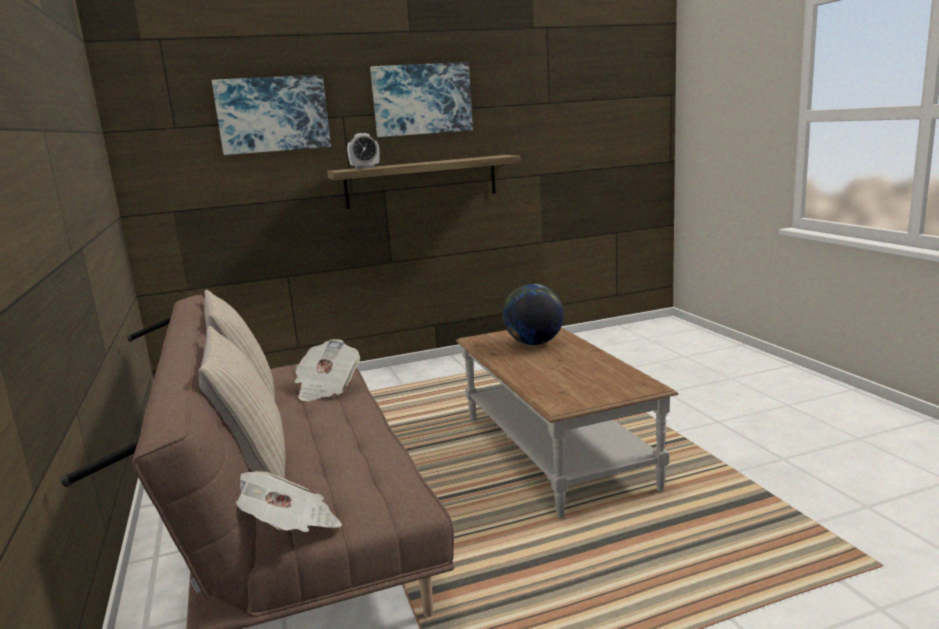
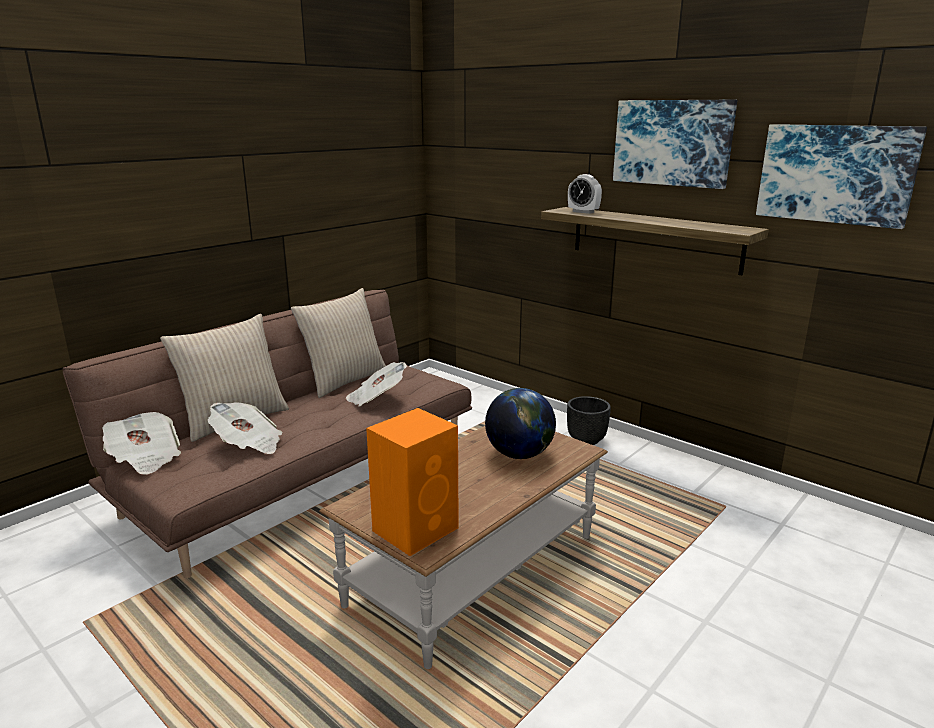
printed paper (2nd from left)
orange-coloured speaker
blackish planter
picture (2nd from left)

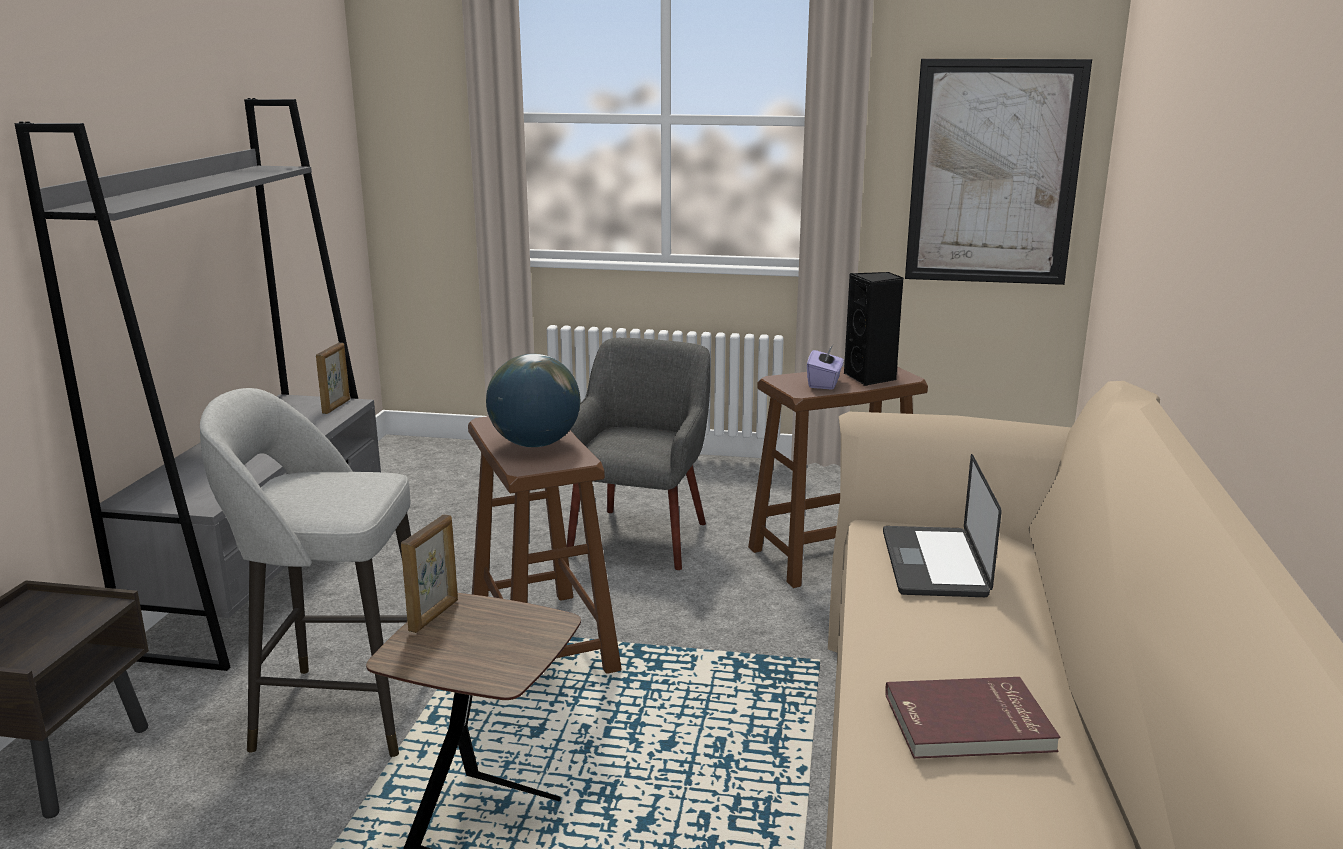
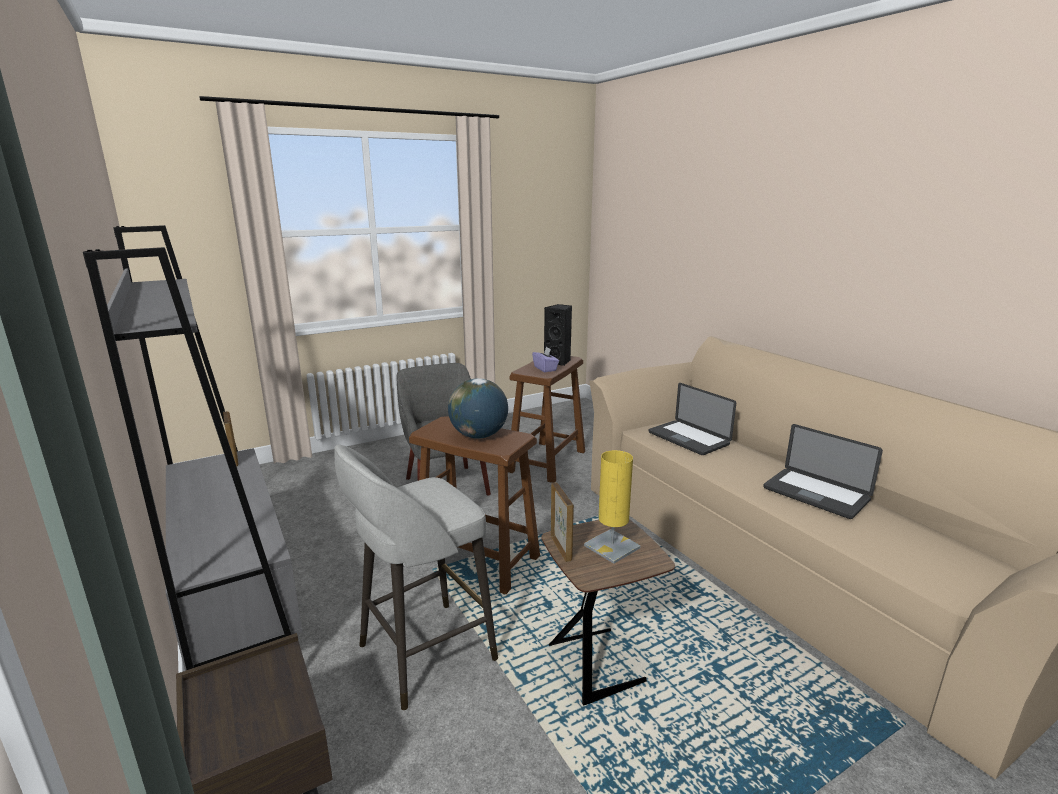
yellow-coloured lamp for a table
laptop (2nd from left)
picture

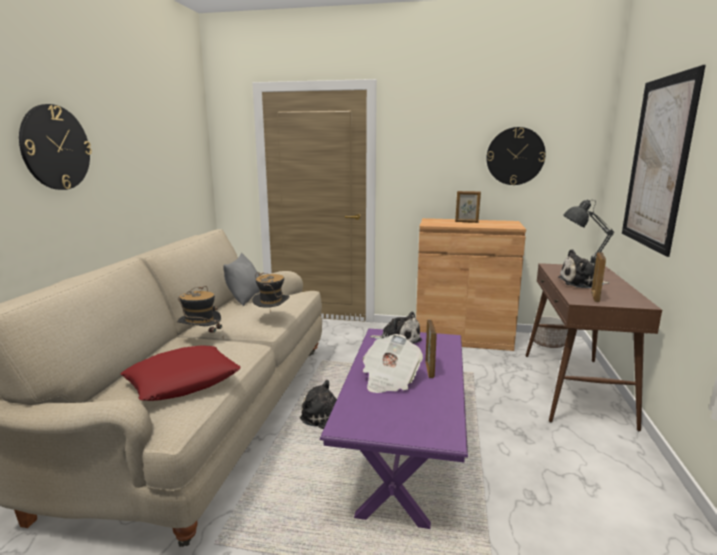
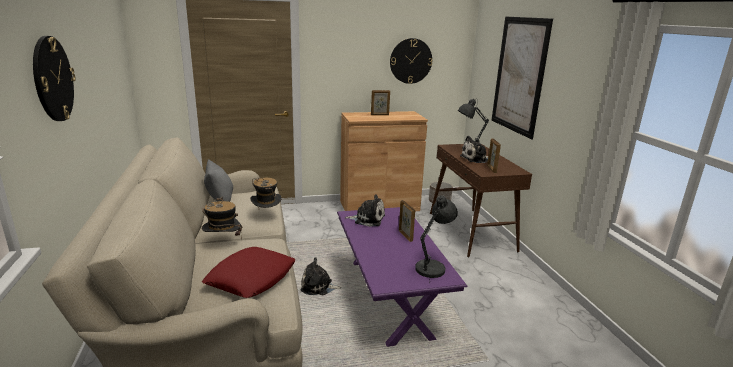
grey lamp for a table (1st from left)
printed paper

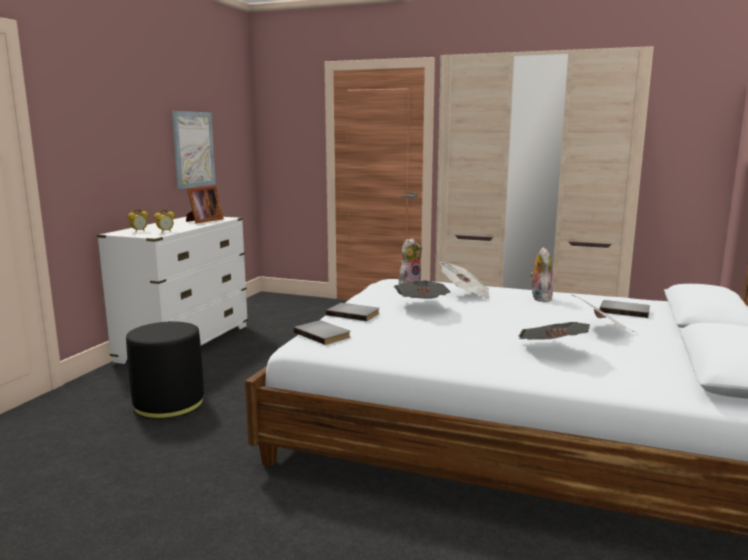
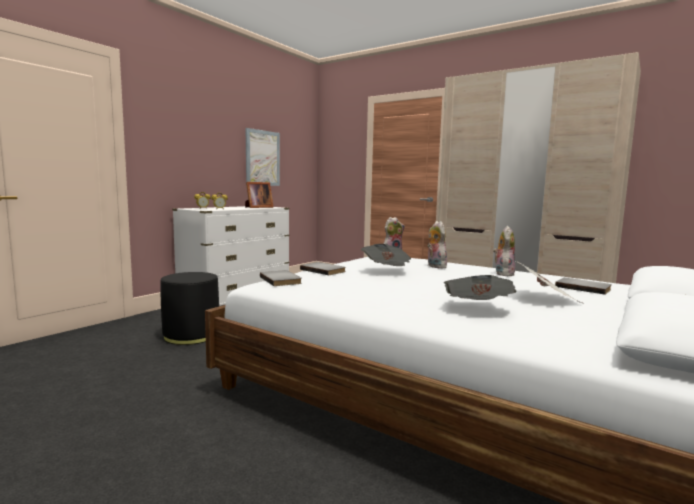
cuddly toy (2nd from left)

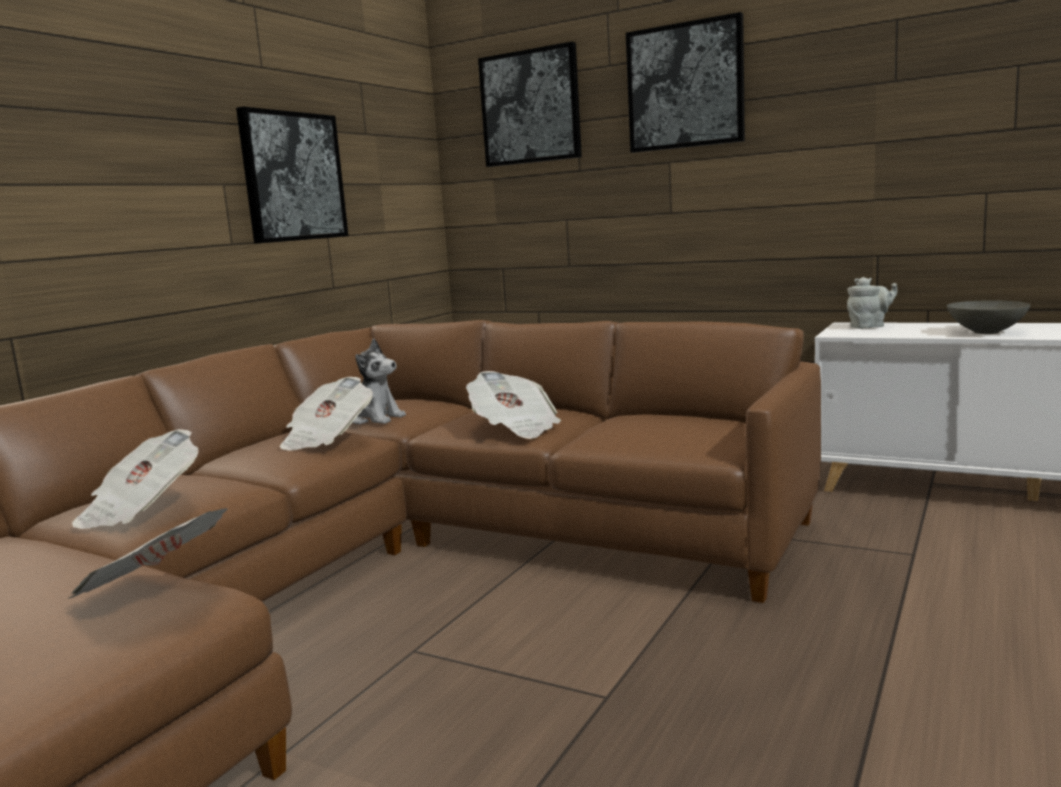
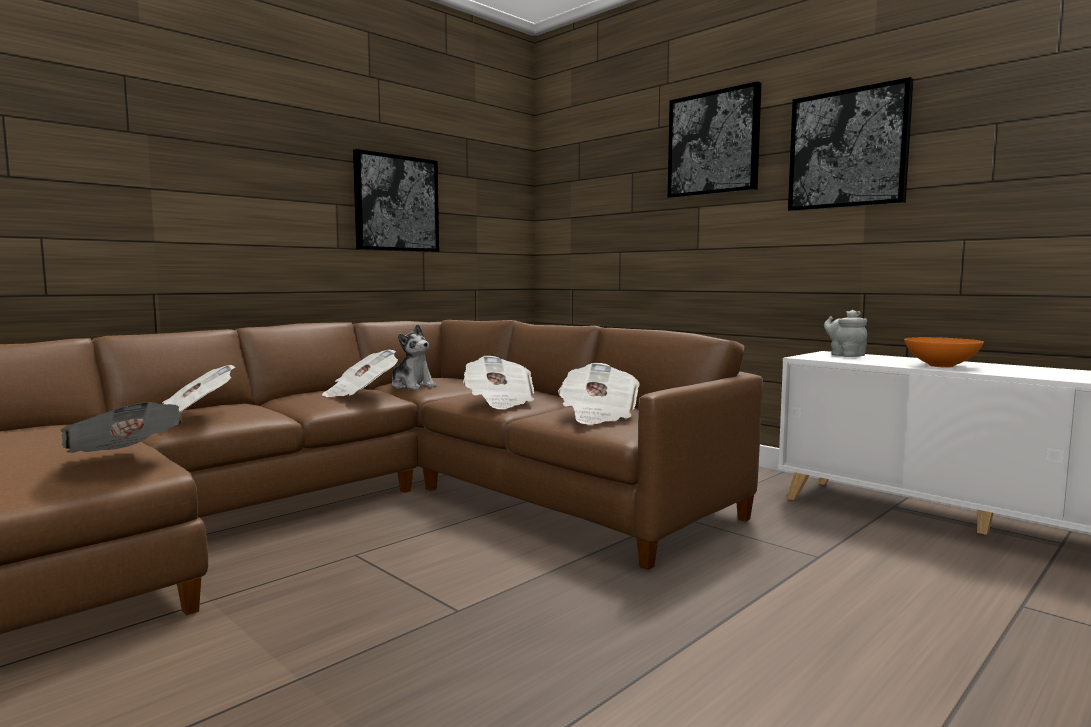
printed paper (5th from left)
picture (3rd from left)
grey teapot
orange-coloured bowl

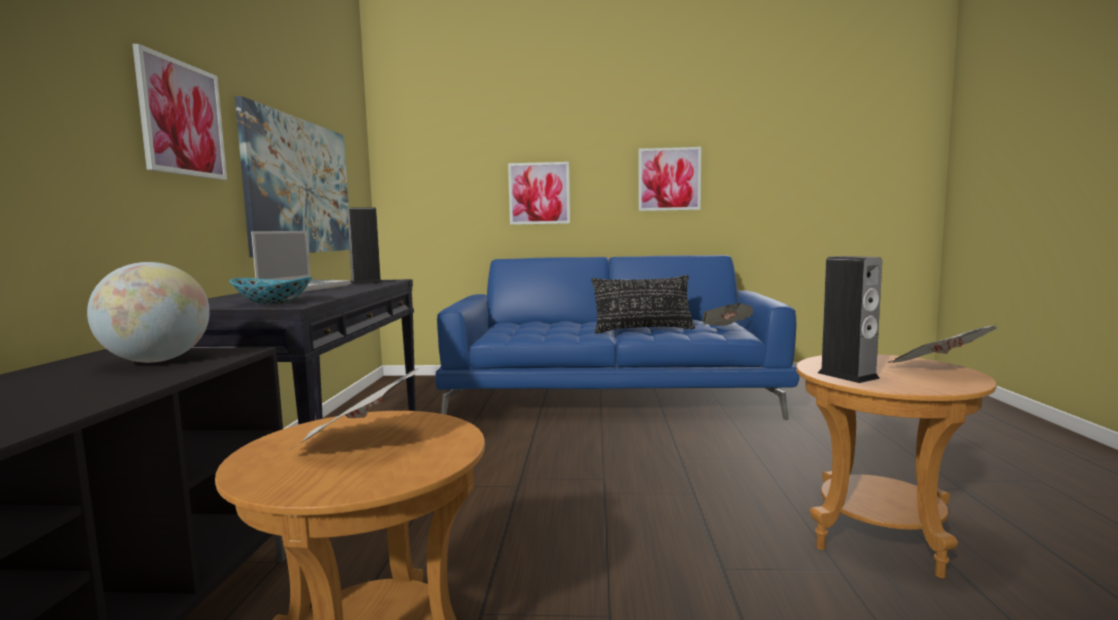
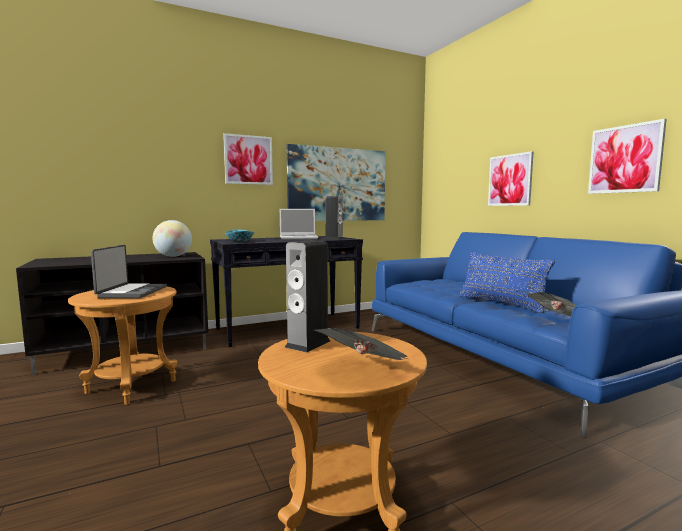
laptop (1st from left)
bluish pillow

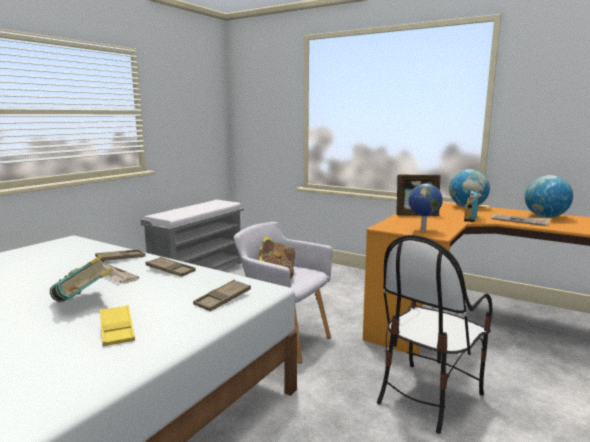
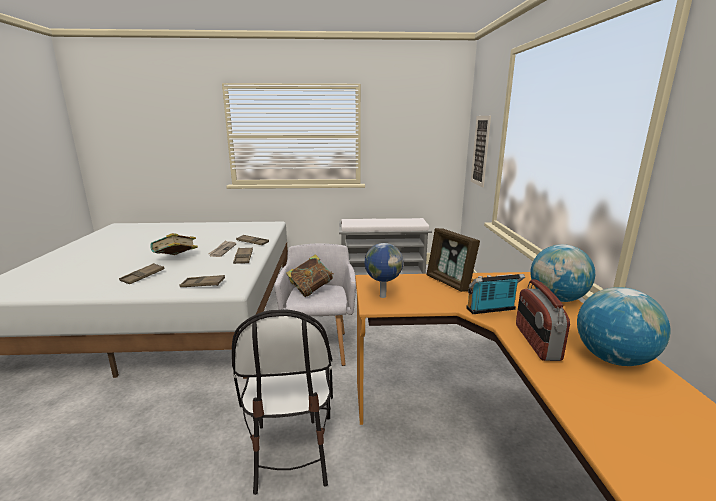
brown-coloured serving tray (1st from left)
plain chair
picture
radio (2nd from left)

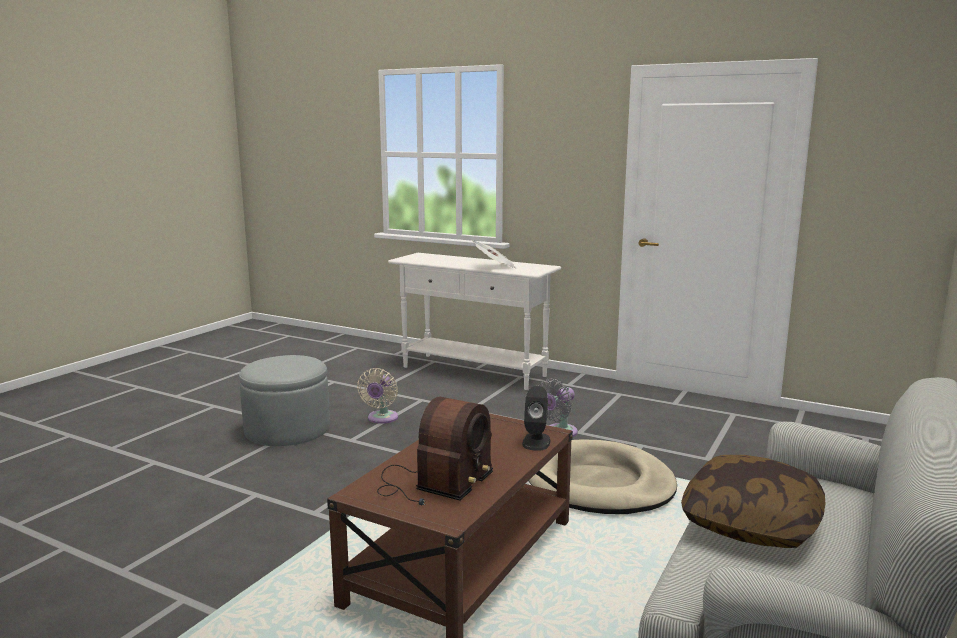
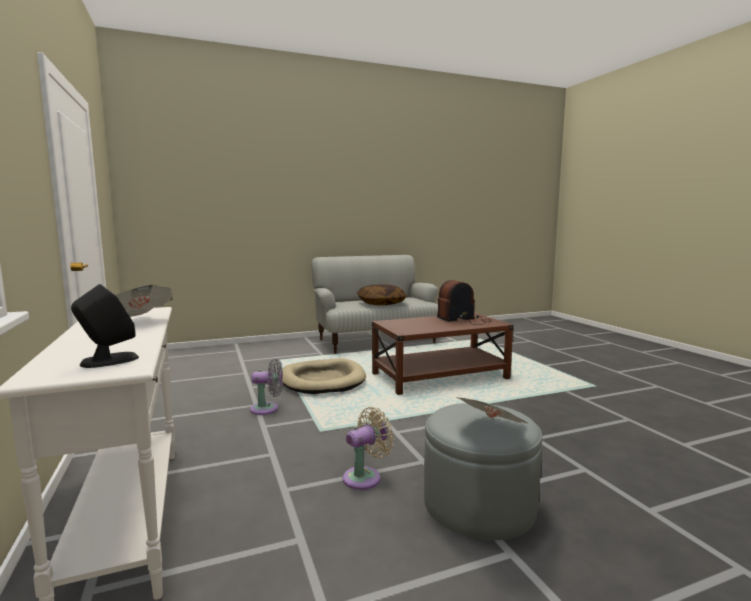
blackish speaker
printed paper (2nd from left)

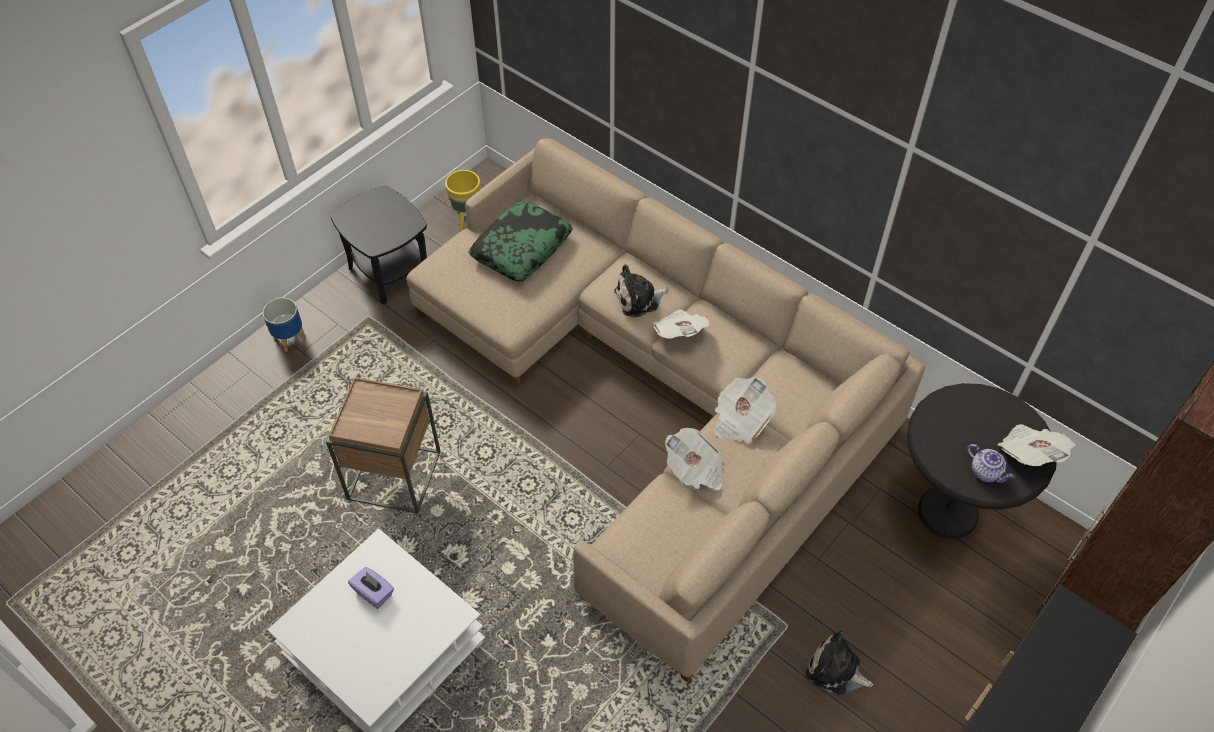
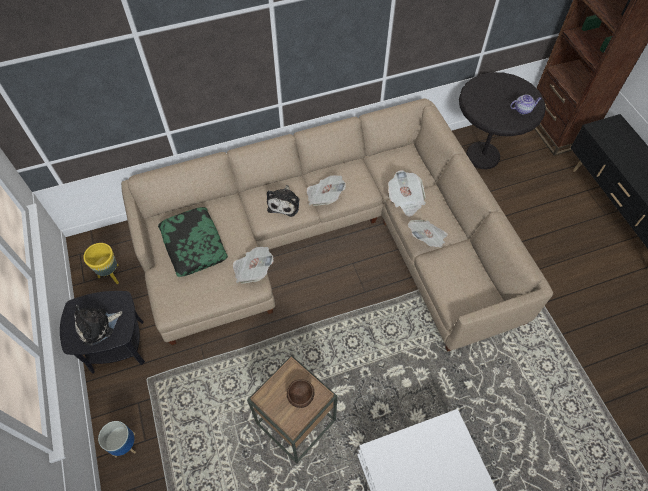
cuddly toy (1st from left)
printed paper (1st from left)
brown-coloured bowl
purple-coloured tissue holder

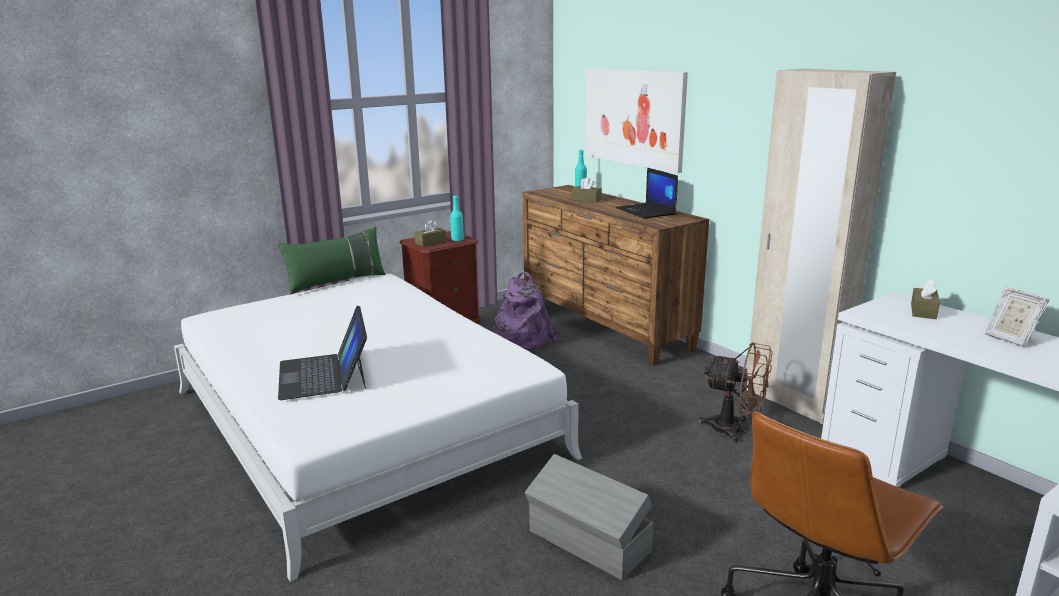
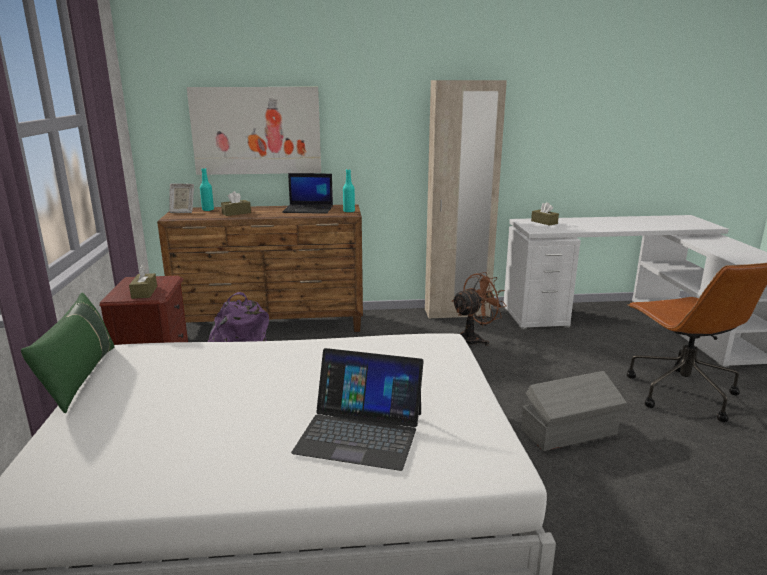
picture frame
turquoise beverage bottle (2nd from left)

